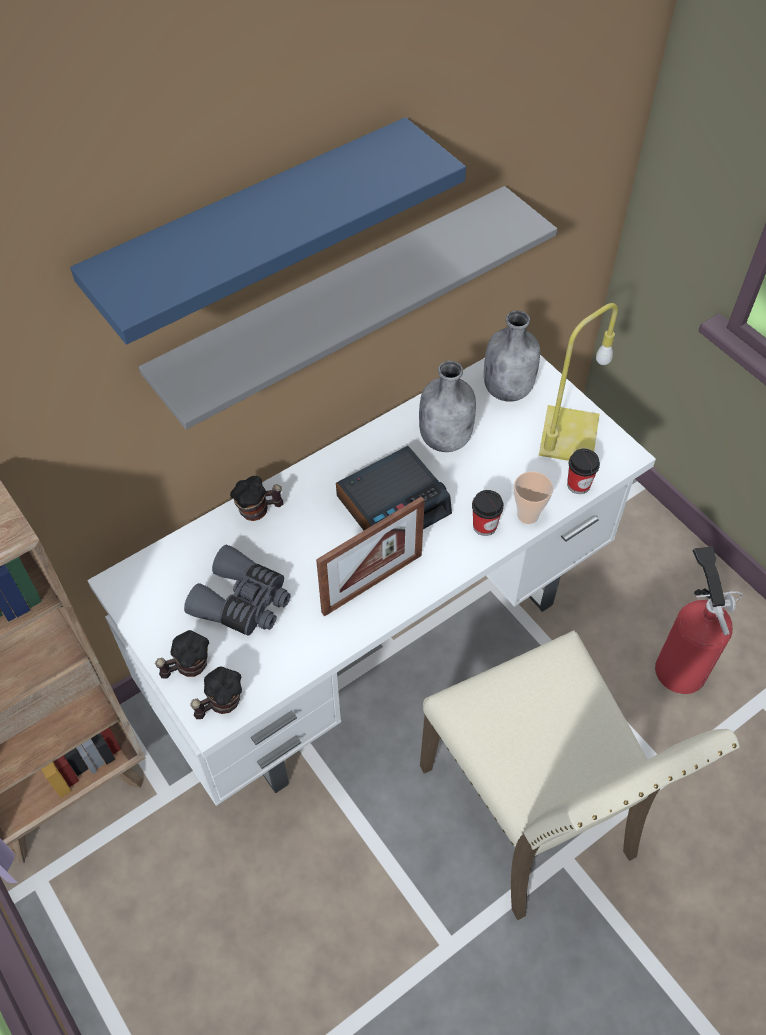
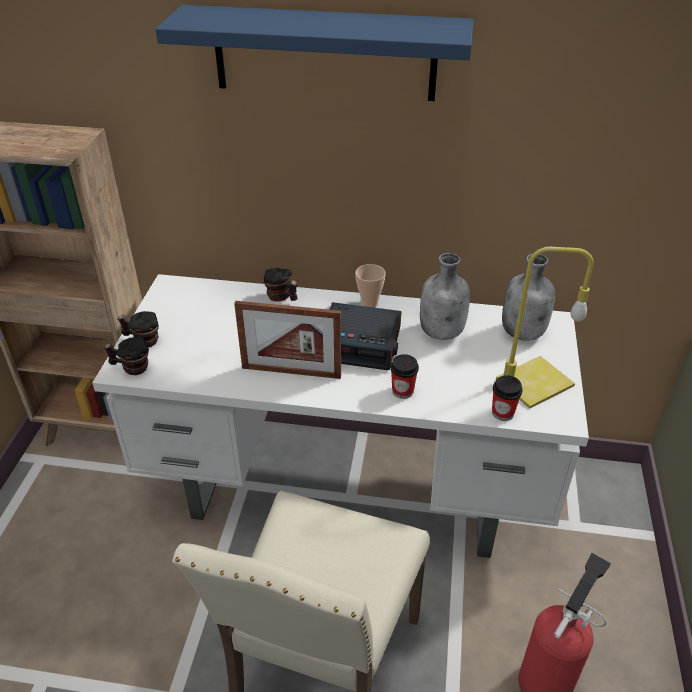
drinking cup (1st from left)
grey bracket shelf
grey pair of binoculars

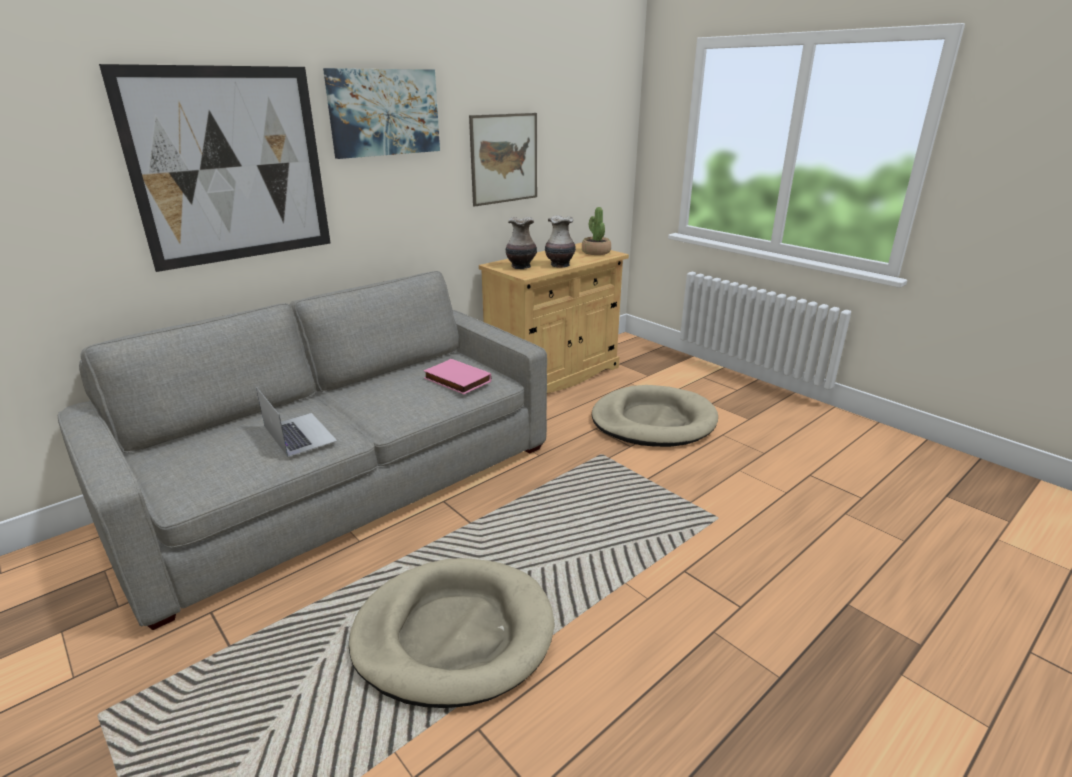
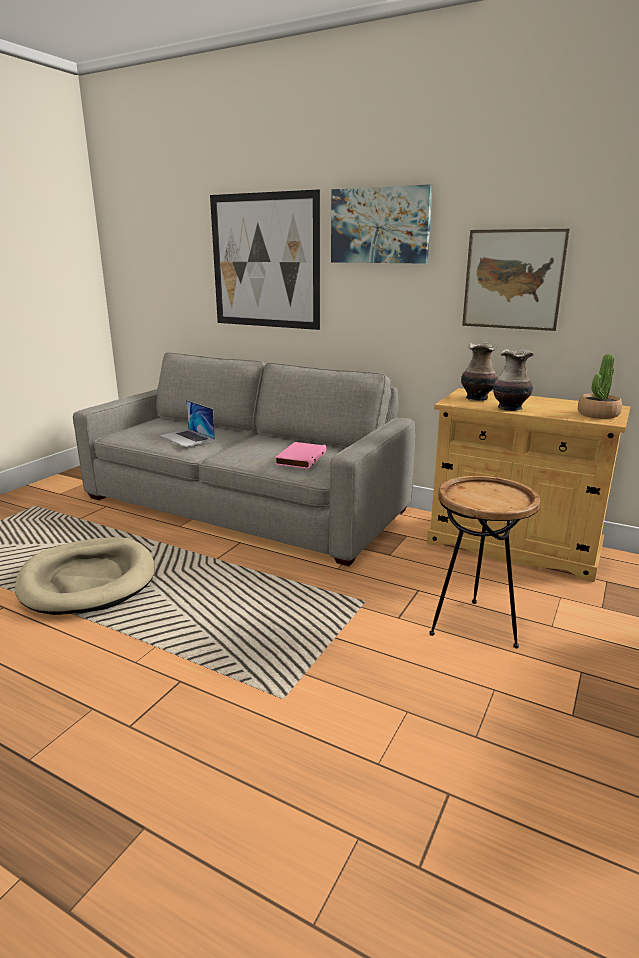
laptop
brown-coloured accent table

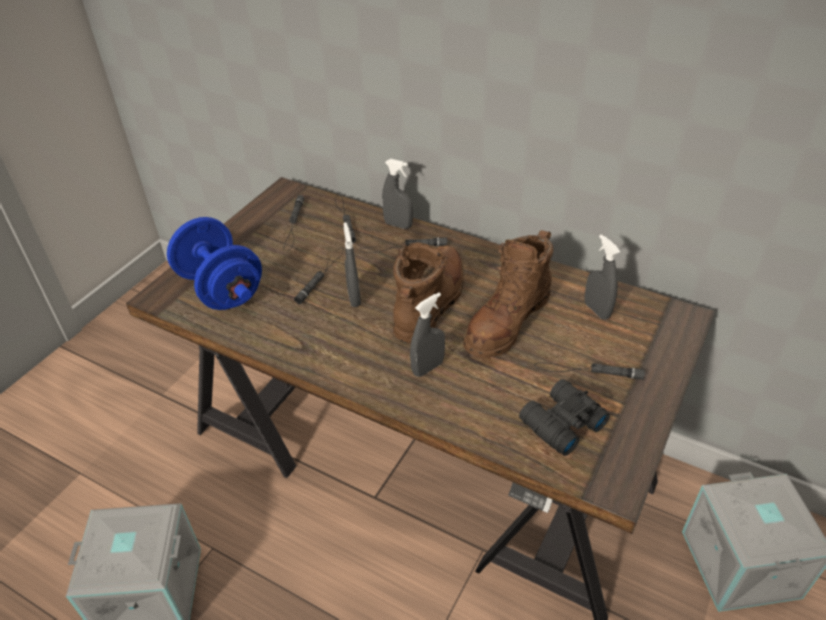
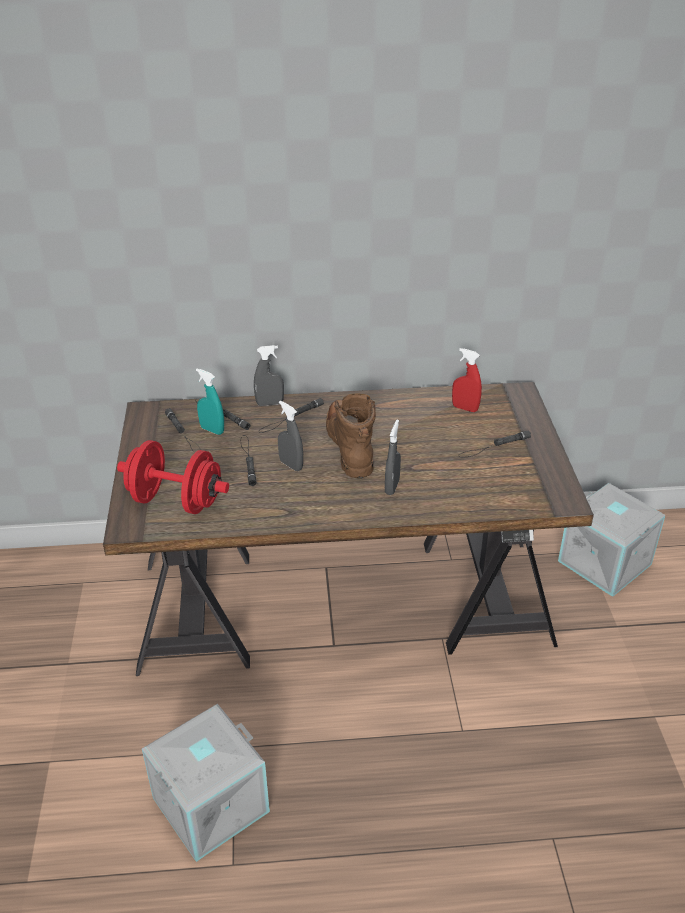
red free weight
turquoise spray bottle
red spray bottle
brown-coloured tall boot (2nd from left in the first image)
blackish pair of binoculars

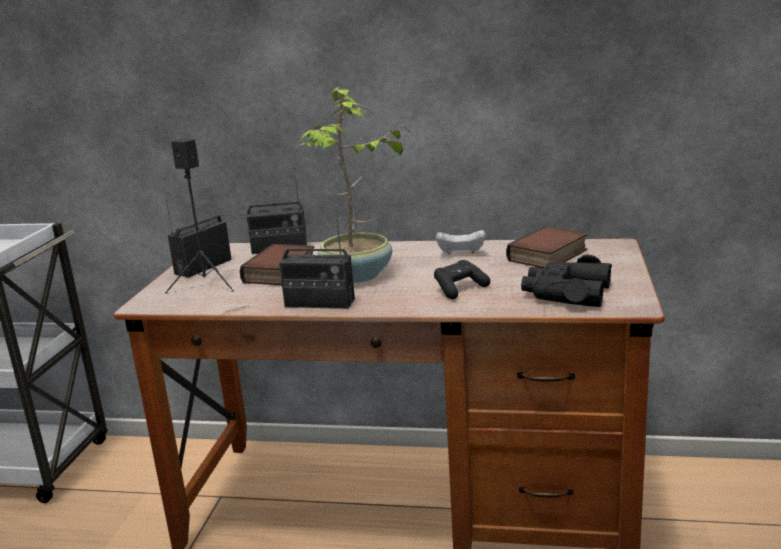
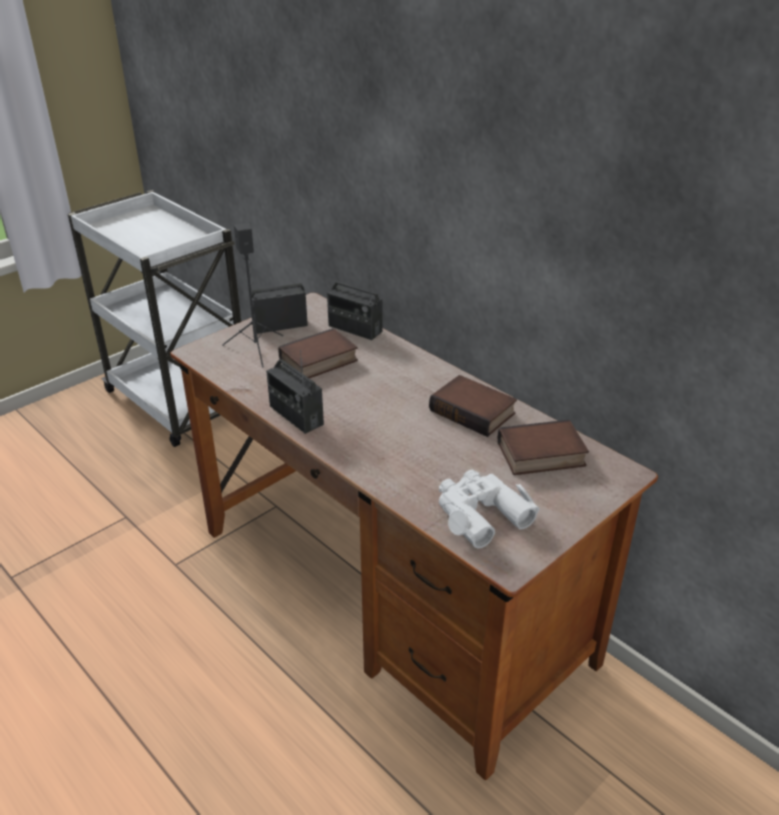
volume (2nd from left)
white pair of binoculars
plant in a pot
blackish joypad

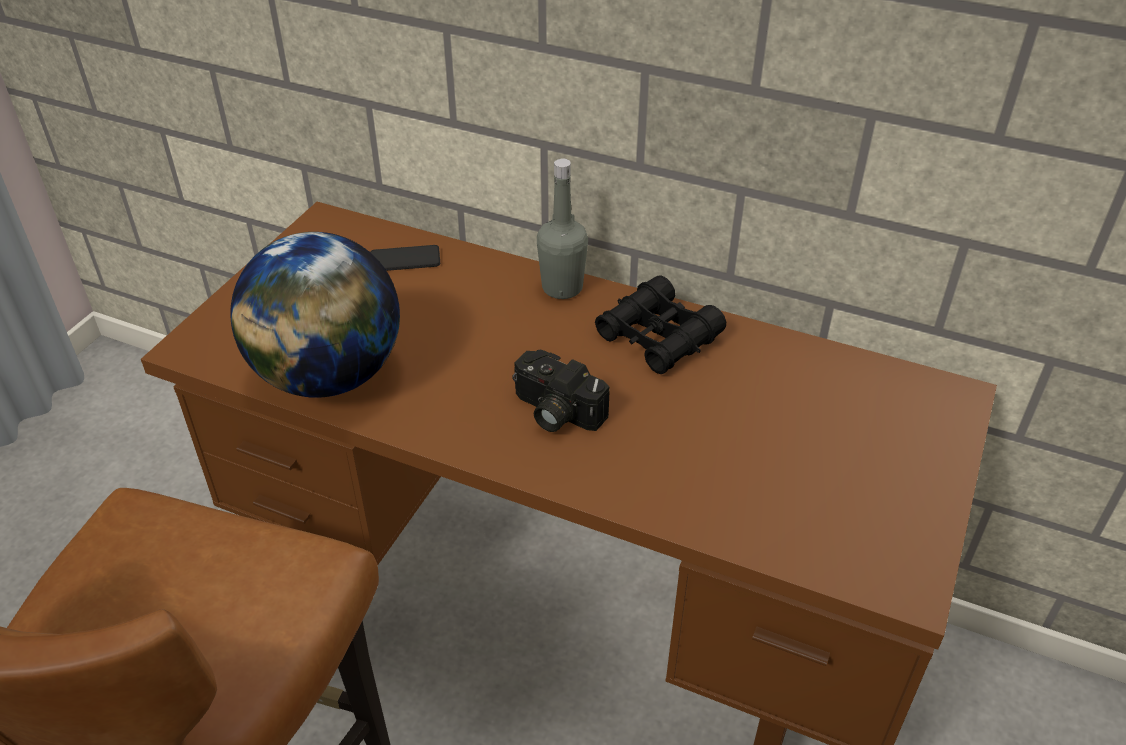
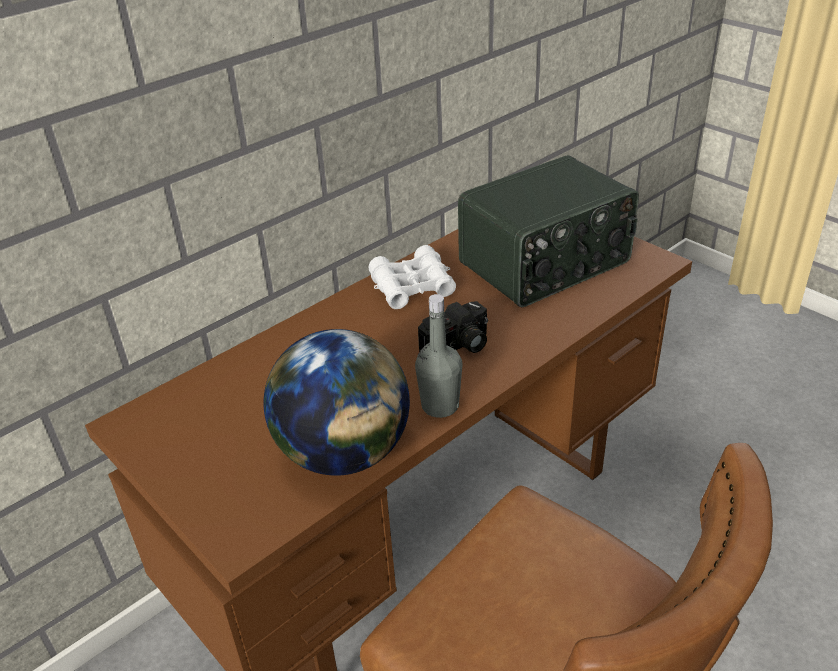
white pair of binoculars
grey beverage bottle
radio
handset

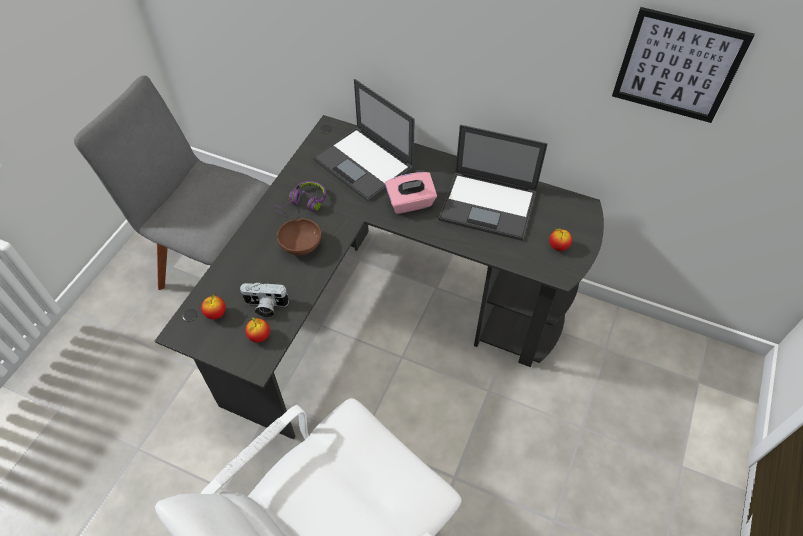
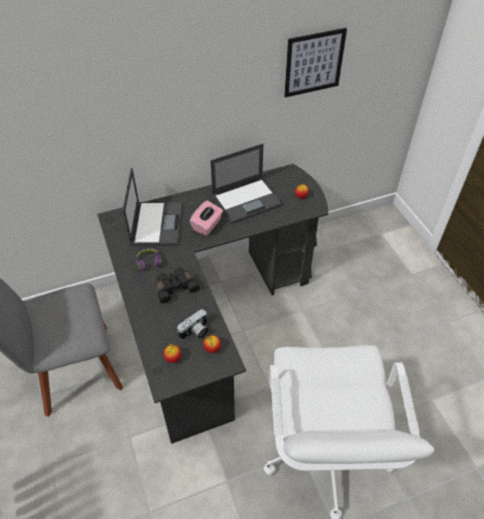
laptop (1st from left)
blackish pair of binoculars

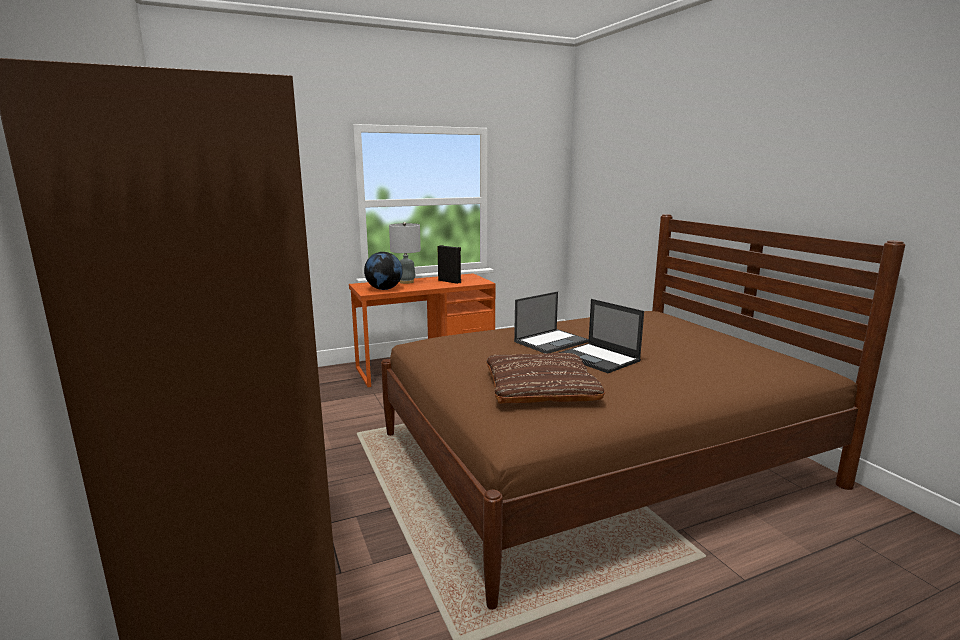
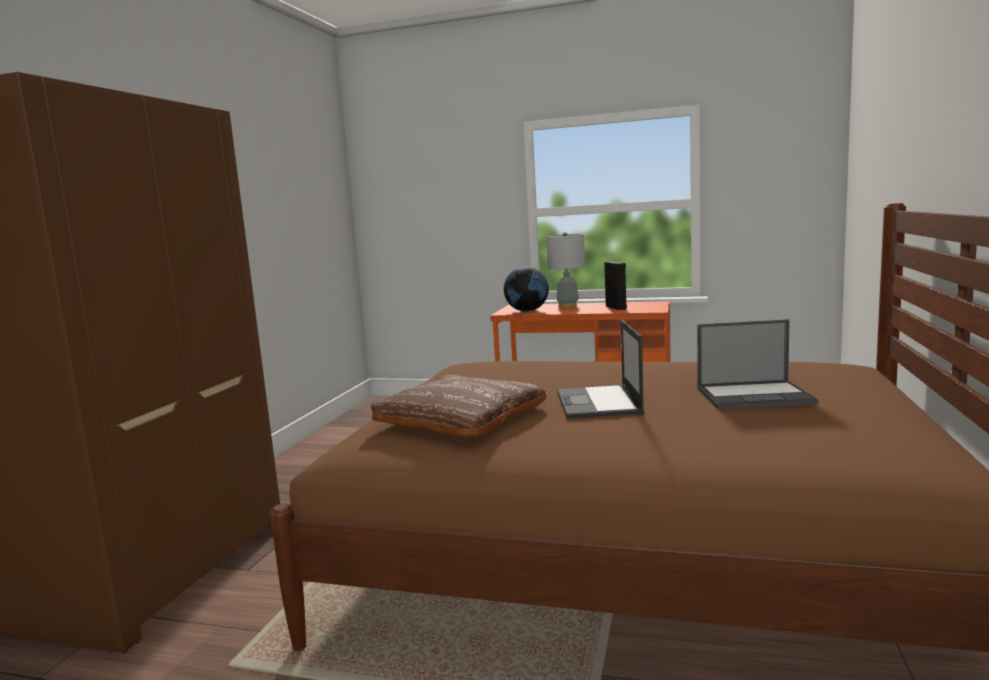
laptop (2nd from left)

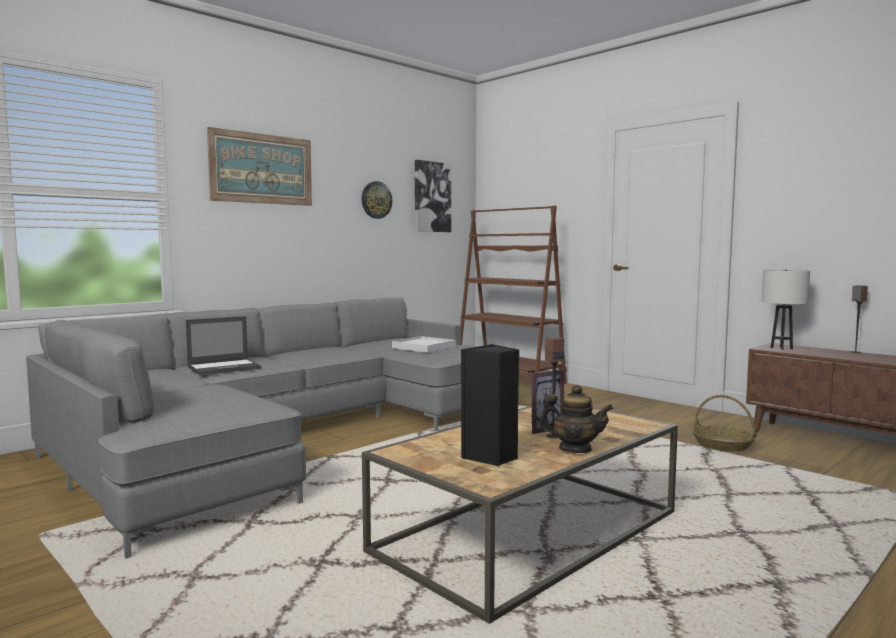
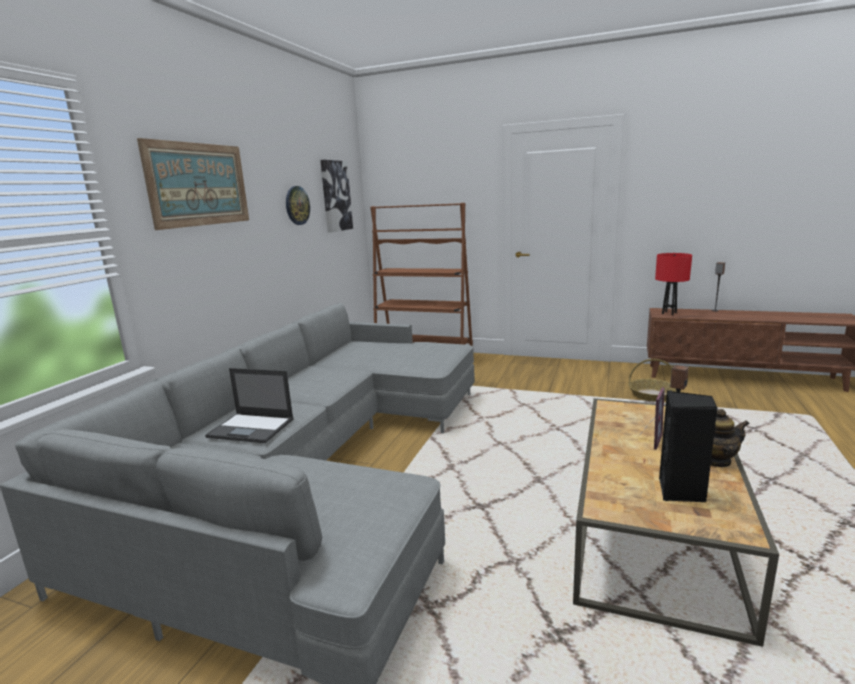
laptop
red lamp for a table
white serving tray

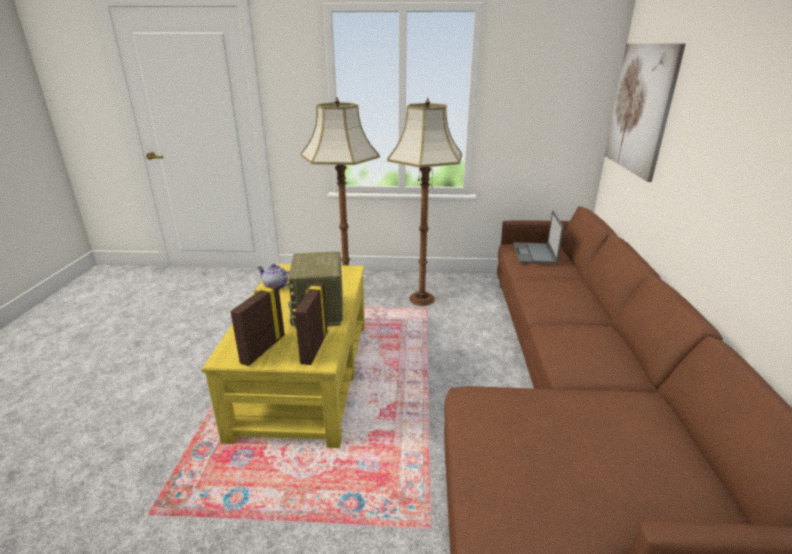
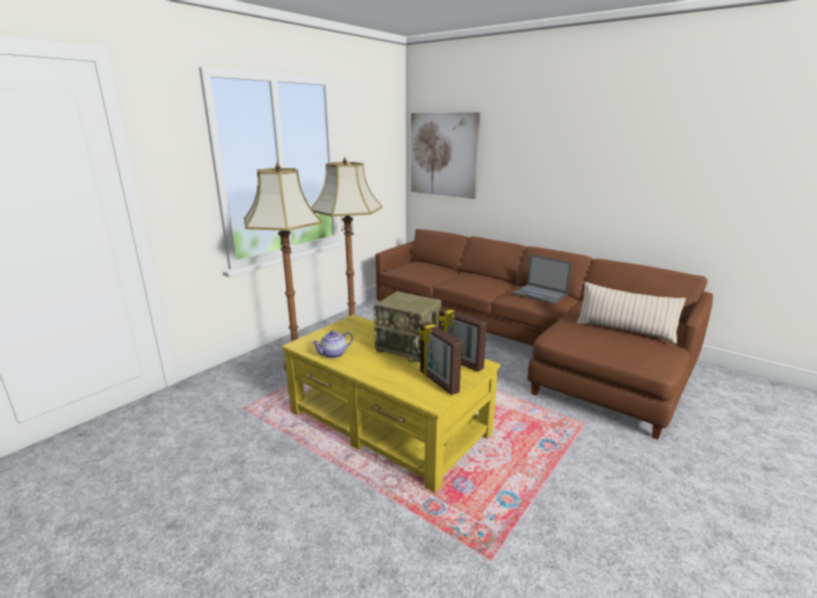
laptop
sand-coloured pillow

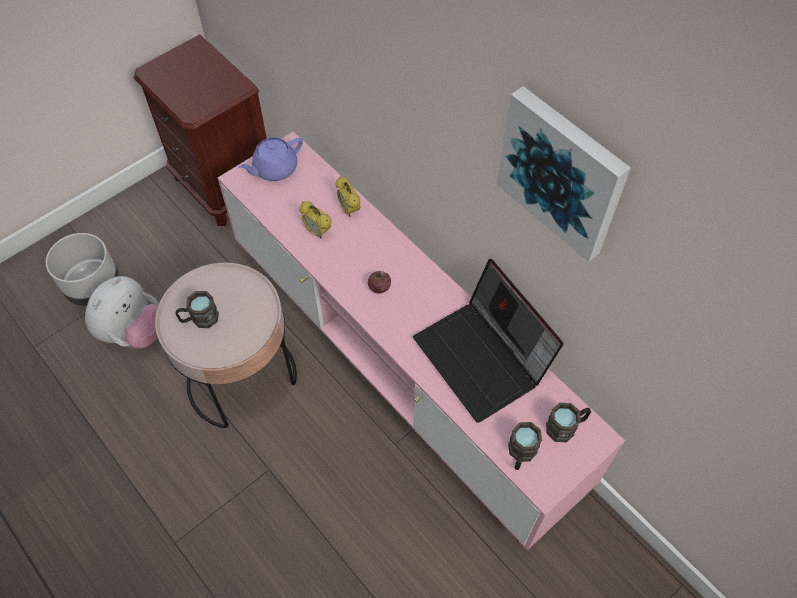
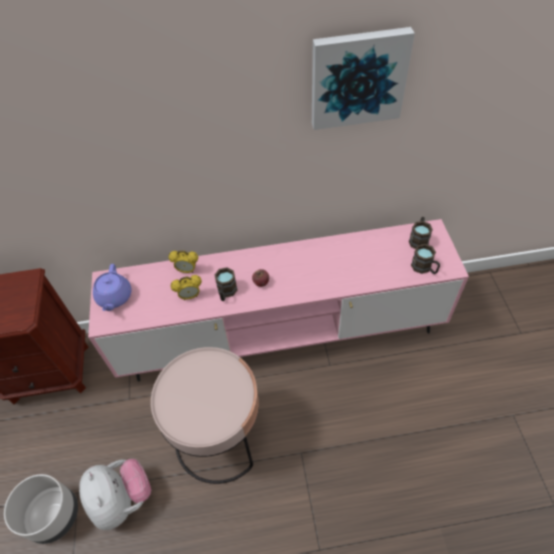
brown-coloured tea mug (1st from left)
laptop

